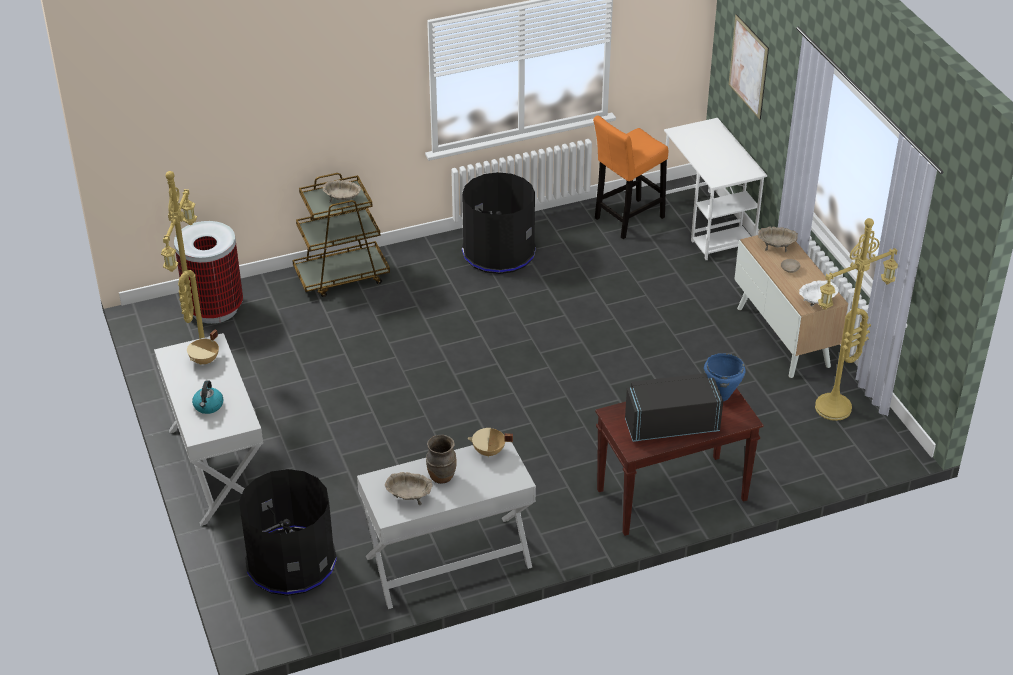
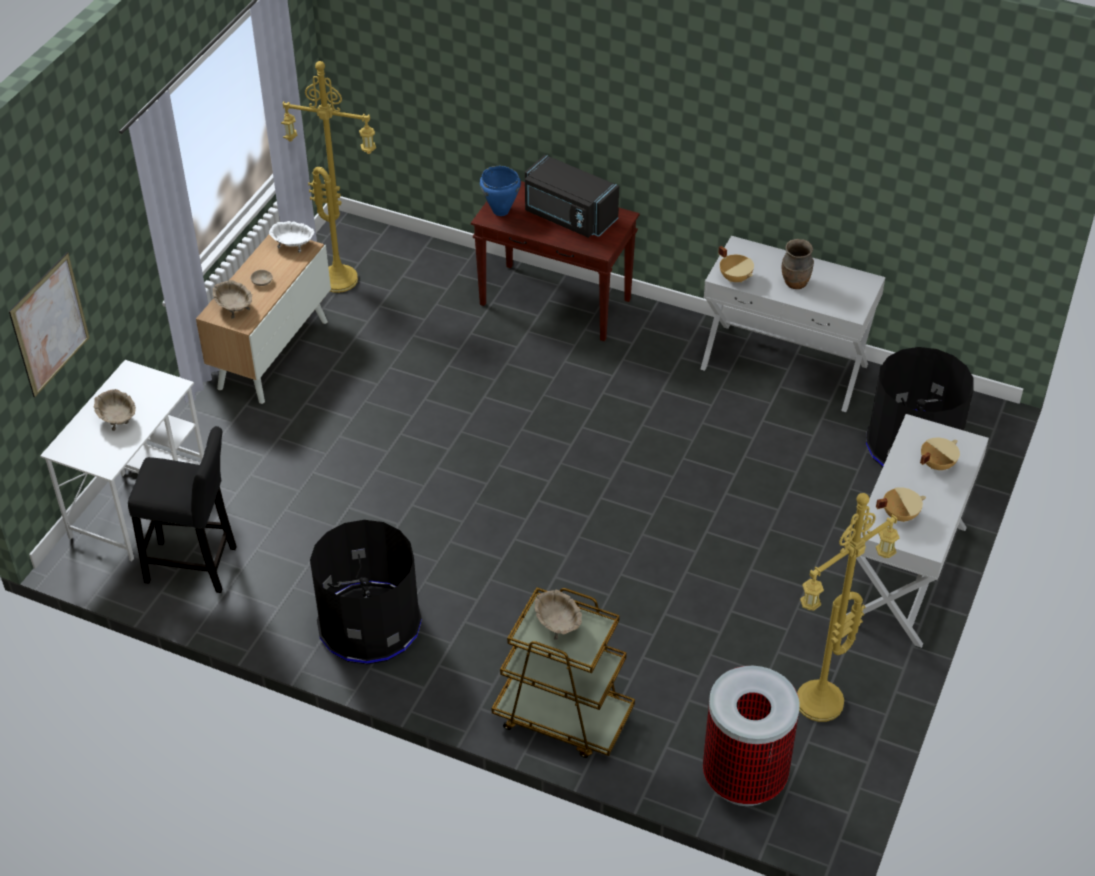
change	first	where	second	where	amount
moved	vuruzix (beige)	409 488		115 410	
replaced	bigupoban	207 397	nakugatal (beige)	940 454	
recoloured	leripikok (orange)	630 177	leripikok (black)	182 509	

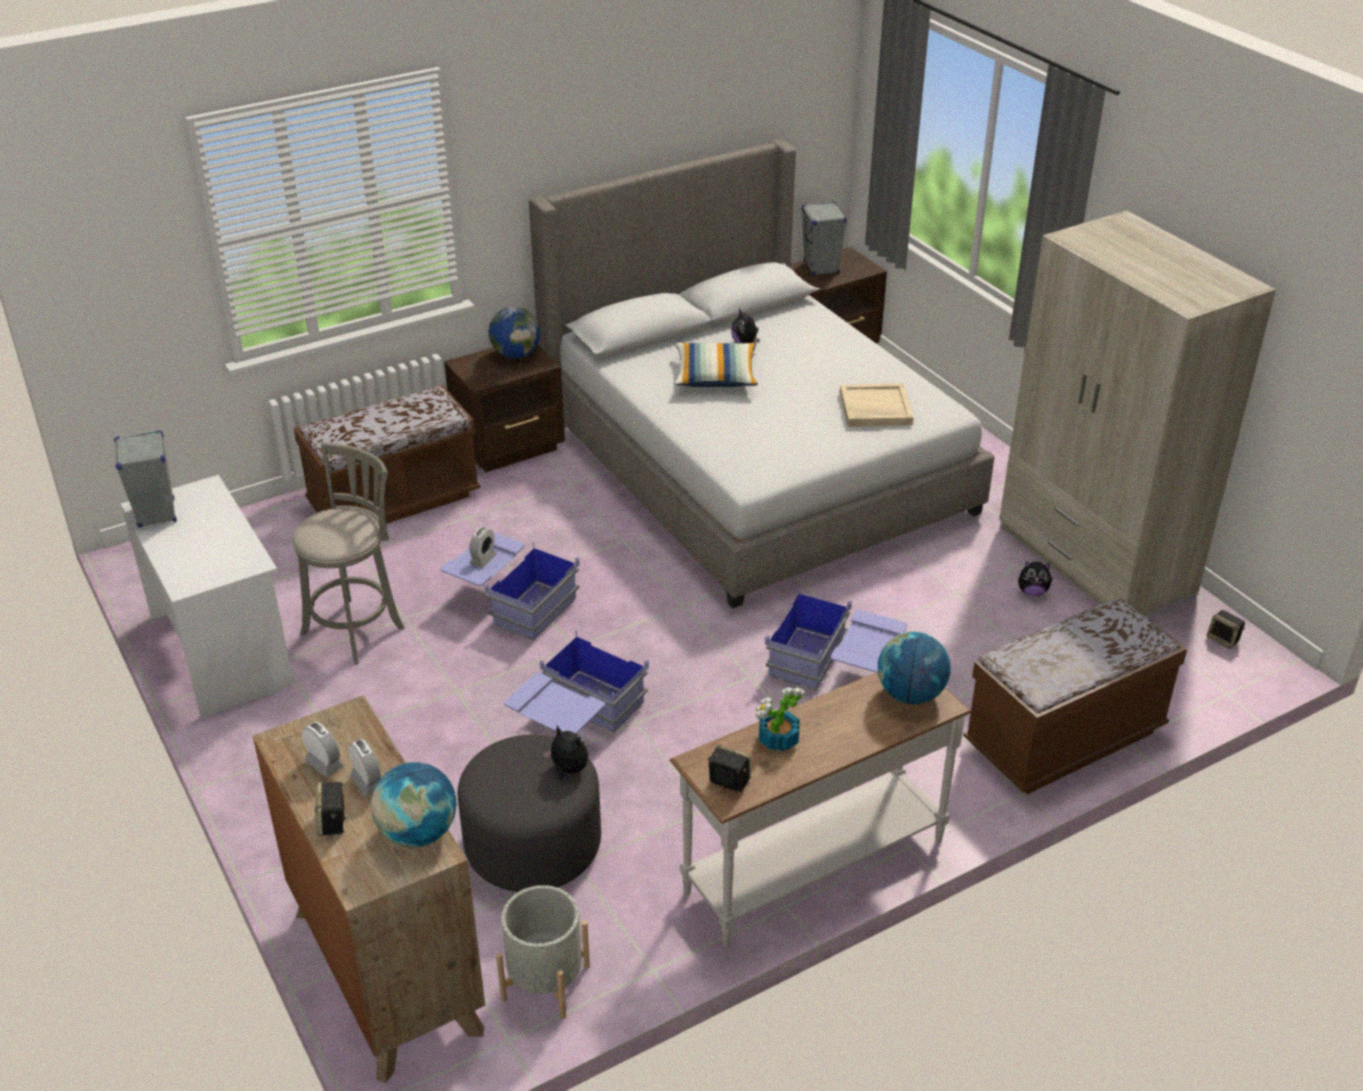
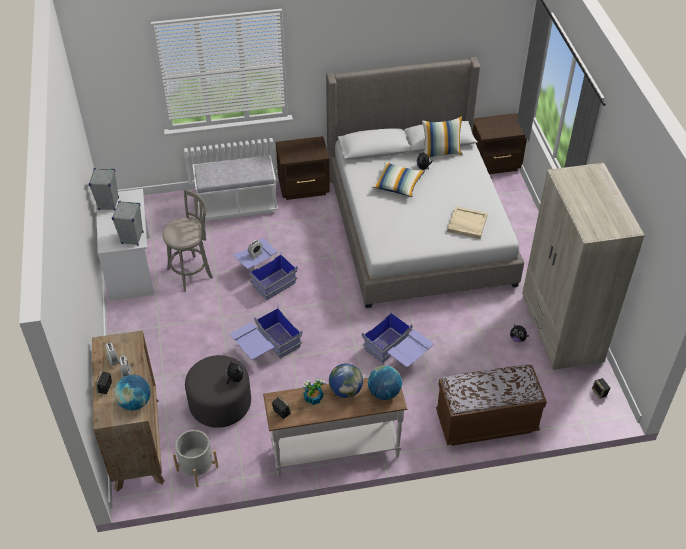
change	first	where	second	where	amount
added			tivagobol	442 136	
moved	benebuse	514 333		346 380	
moved	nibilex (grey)	824 238		128 223	
recoloured	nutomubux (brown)	387 454	nutomubux (white)	235 188	

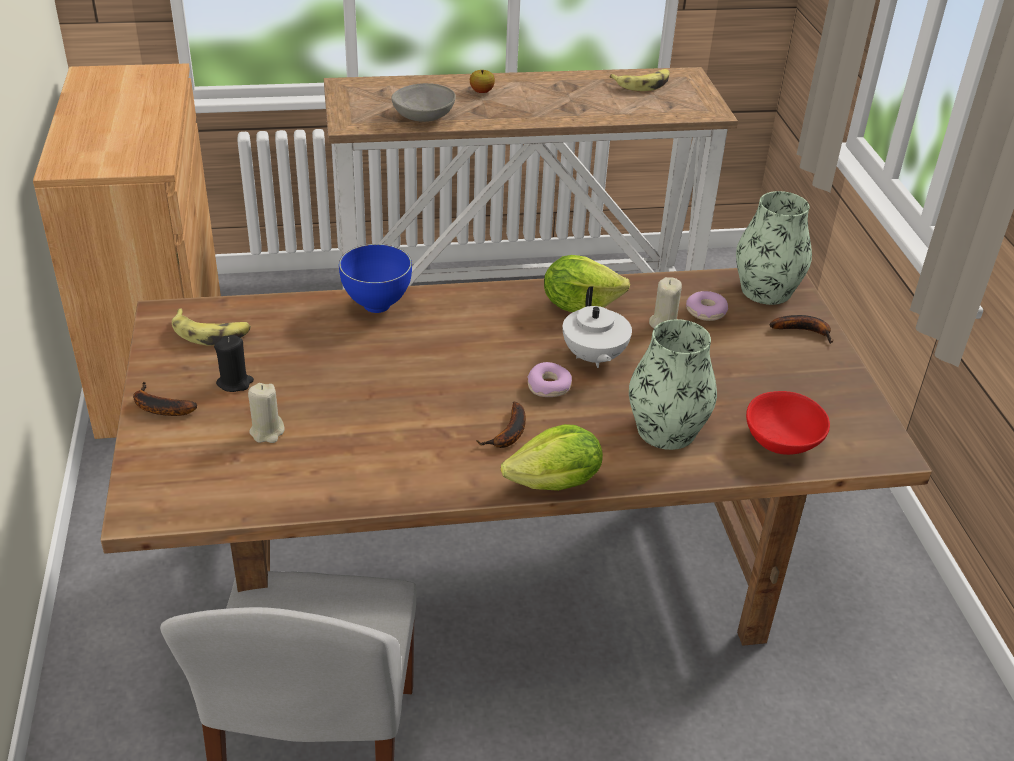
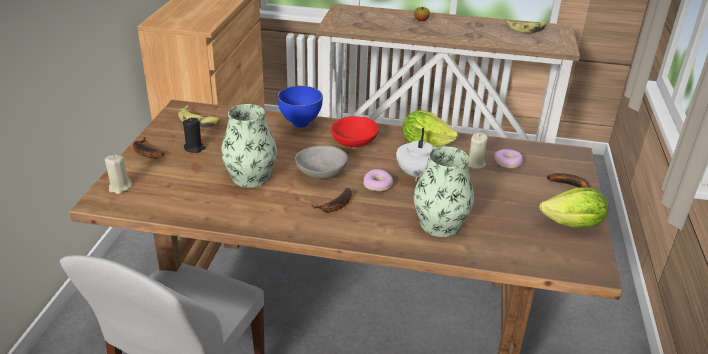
change	first	where	second	where	amount
moved	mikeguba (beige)	266 413		118 174	
moved	vuruzix (grey)	423 102		321 162	
moved	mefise	552 457		574 207	
moved	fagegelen	774 248		249 146	
moved	vuruzix (red)	788 423		355 131	

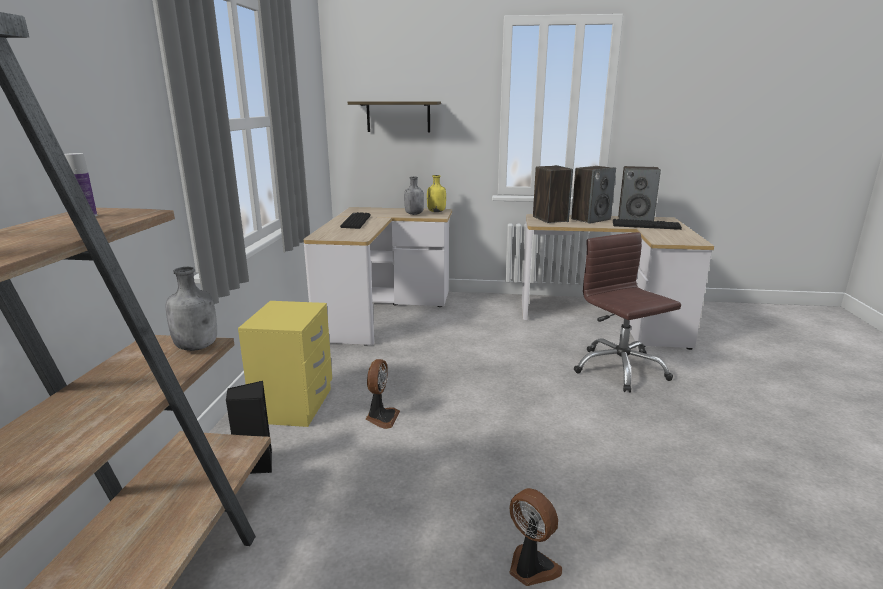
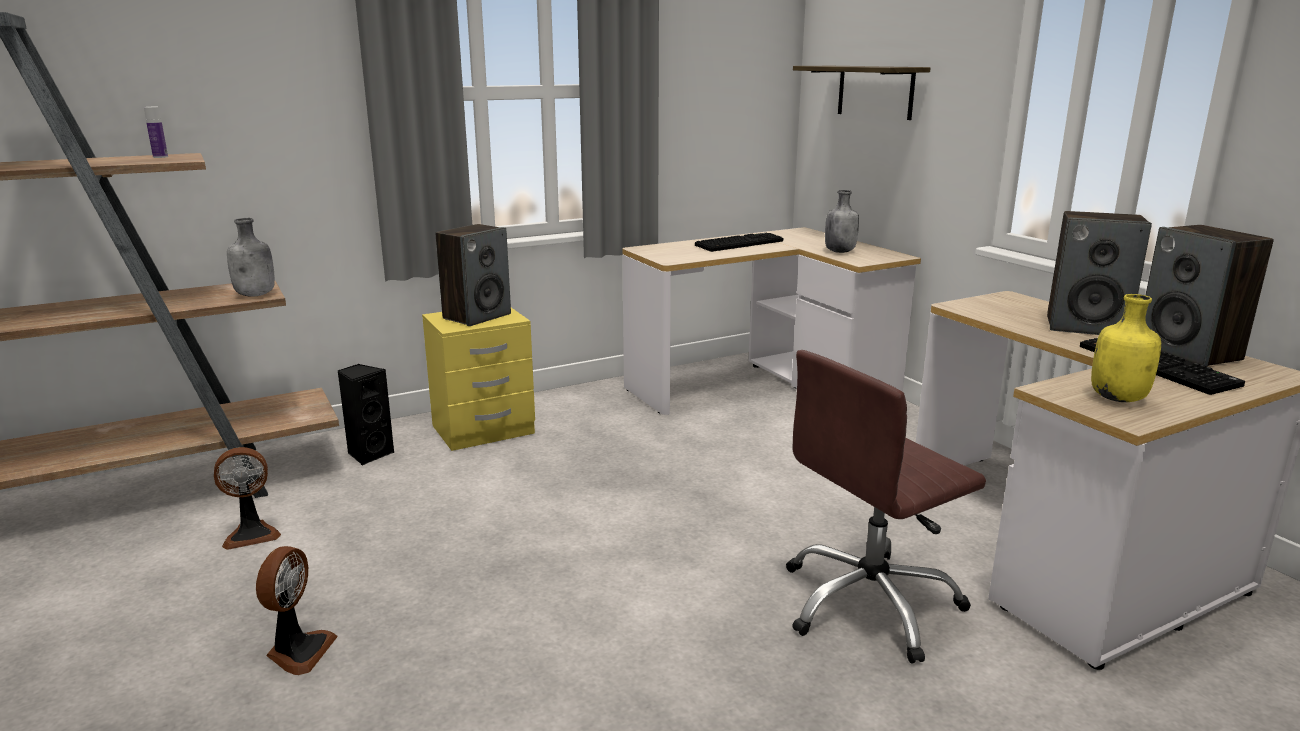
change	first	where	second	where	amount
moved	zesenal	383 394		247 498	
moved	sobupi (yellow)	436 193		1126 348	
moved	nibilex	553 194		473 275	
turned	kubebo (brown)	627 312		886 507	150 degrees counterclockwise

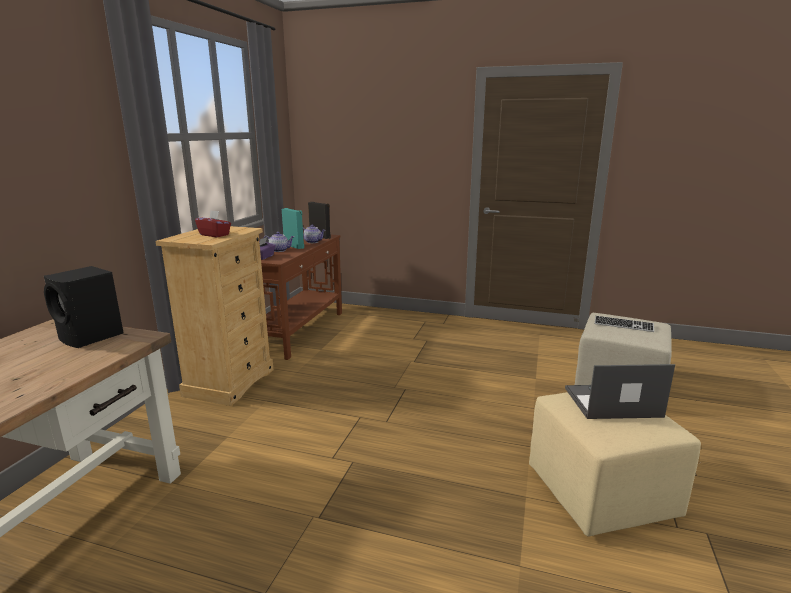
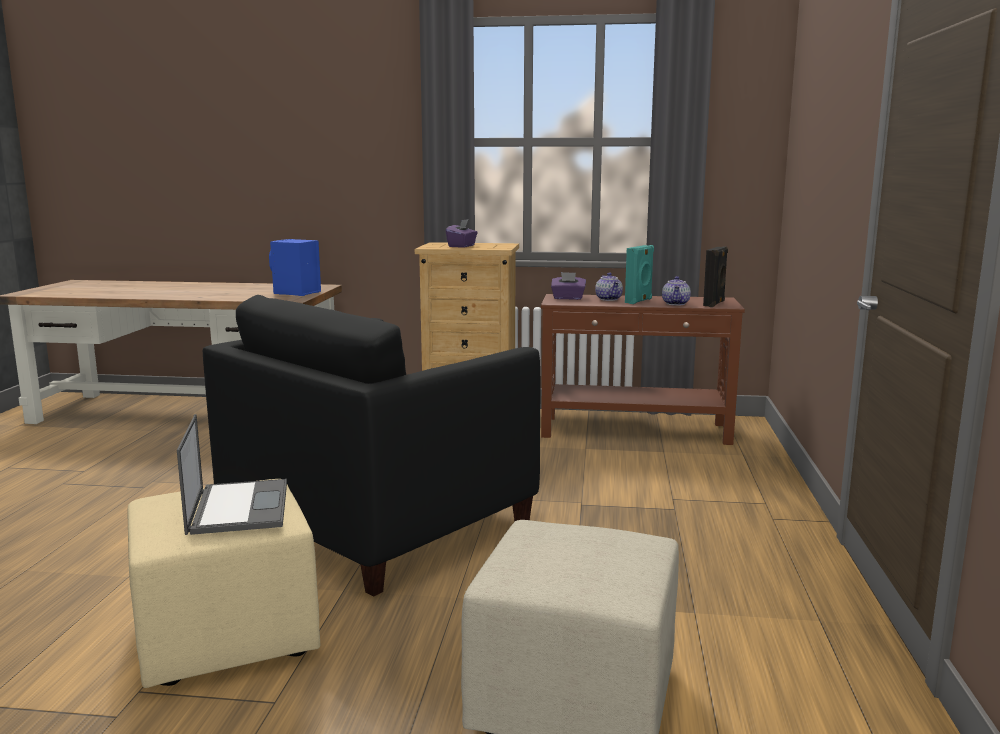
change	first	where	second	where	amount
removed	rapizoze	624 324			
added			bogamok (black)	372 446	
recoloured	nibilex (black)	84 307	nibilex (blue)	295 267	
recoloured	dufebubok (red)	213 223	dufebubok (purple)	462 233	

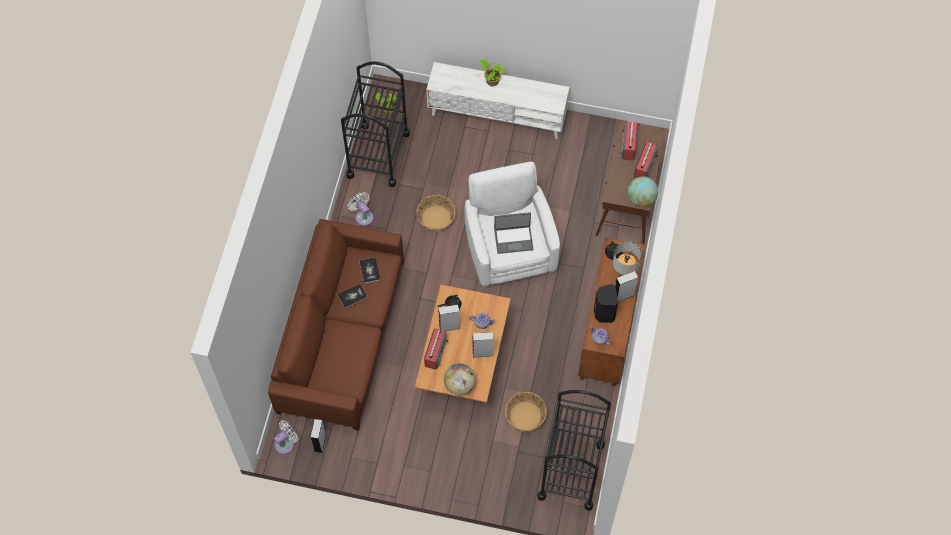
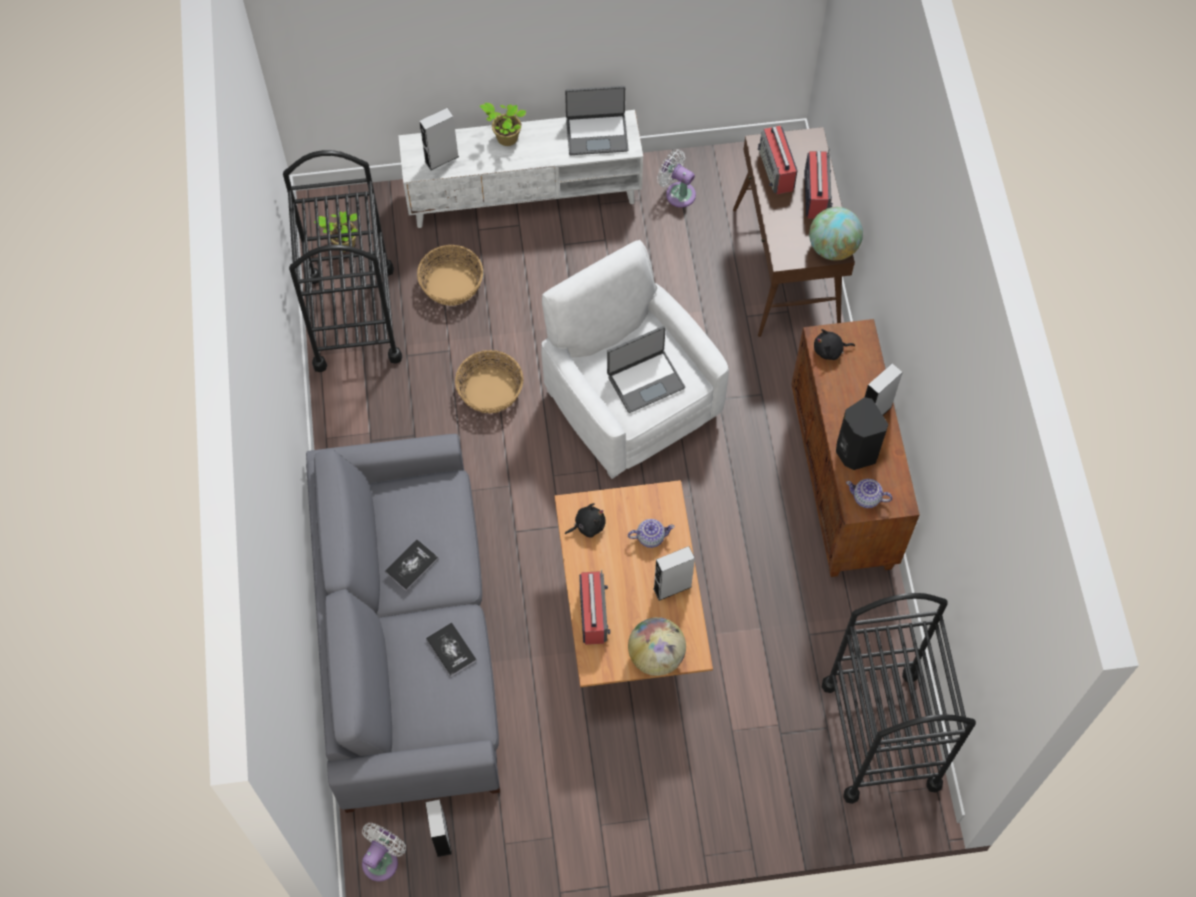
change	first	where	second	where	amount
removed	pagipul	627 261			
added			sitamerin	597 120	
moved	zesenal (white)	361 209		676 178	
moved	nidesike	370 270		451 649	
moved	nibilex (grey)	449 317		439 139	
moved	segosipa	526 412		450 275	
recoloured	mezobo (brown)	336 325	mezobo (grey)	403 623	

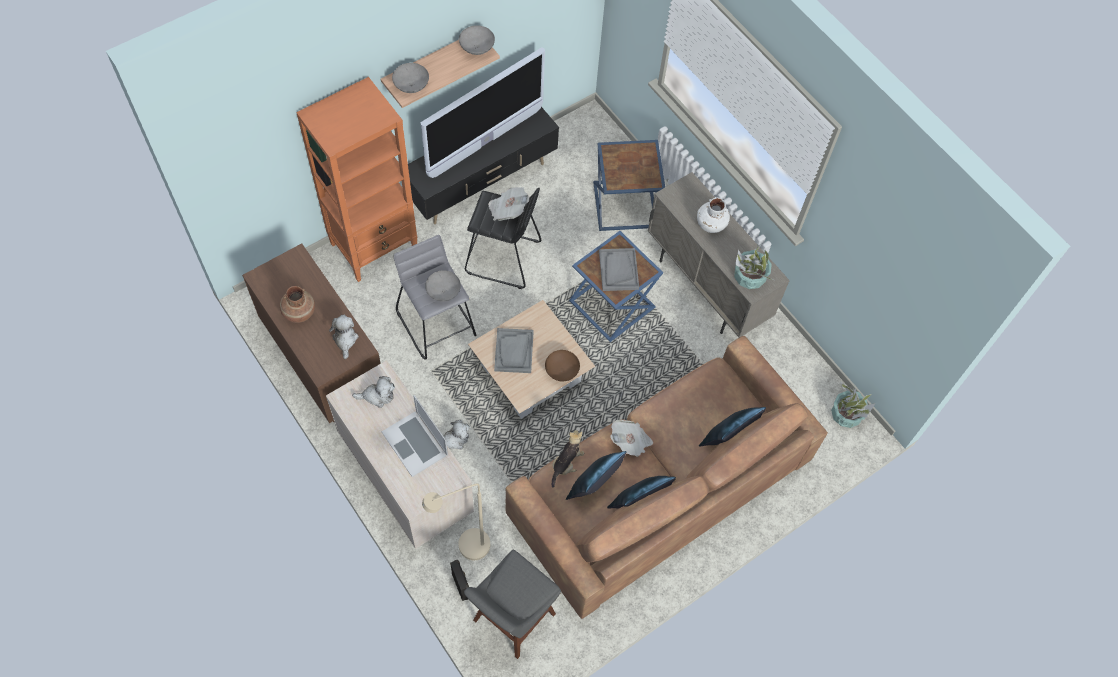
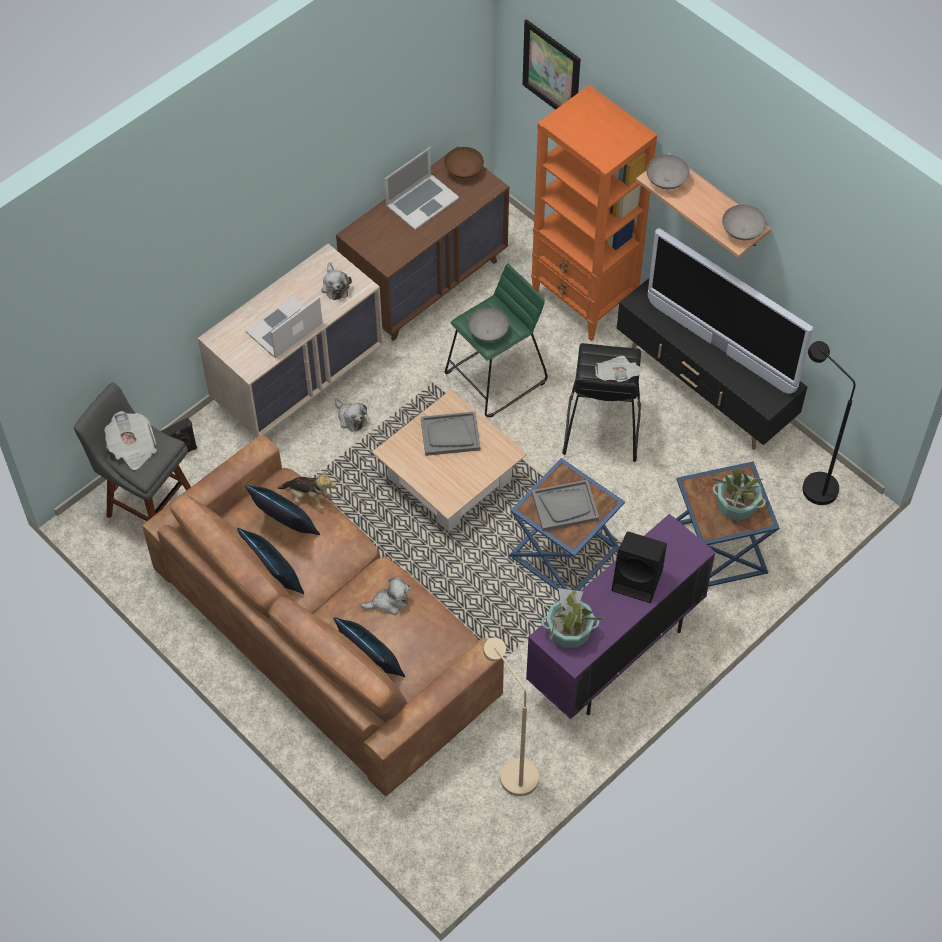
change	first	where	second	where	amount
added			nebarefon	551 64	
added			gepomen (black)	829 423	
moved	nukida	344 337		385 596	
moved	gepomen (beige)	456 521		511 717	
moved	vuruzix (brown)	562 365		464 163	
moved	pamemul	631 438		130 440	
moved	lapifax	853 405		738 494	
replaced	fagegelen (brown)	297 304	sitamerin	421 188	
replaced	fagegelen (white)	713 215	nibilex (black)	639 567	
recoloured	leripikok (grey)	435 297	leripikok (green)	496 340	
recoloured	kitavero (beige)	719 254	kitavero (purple)	621 616	

